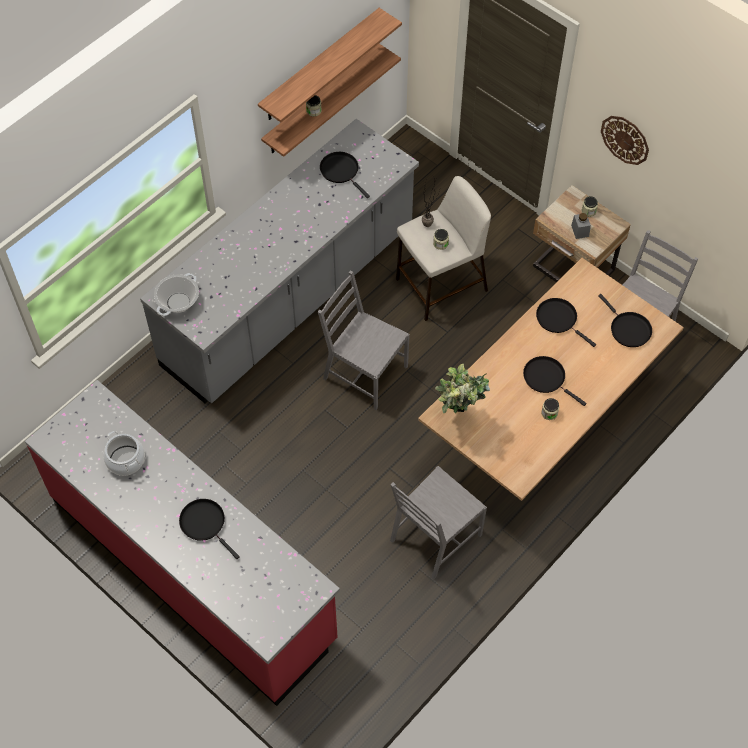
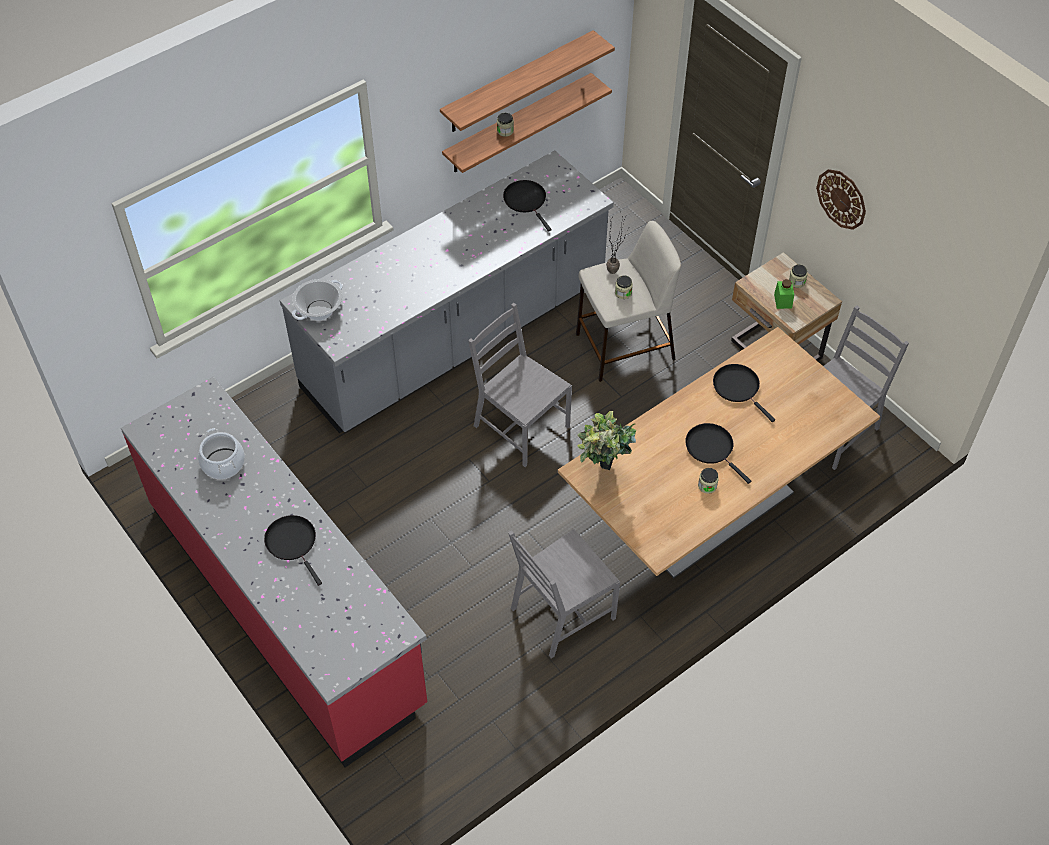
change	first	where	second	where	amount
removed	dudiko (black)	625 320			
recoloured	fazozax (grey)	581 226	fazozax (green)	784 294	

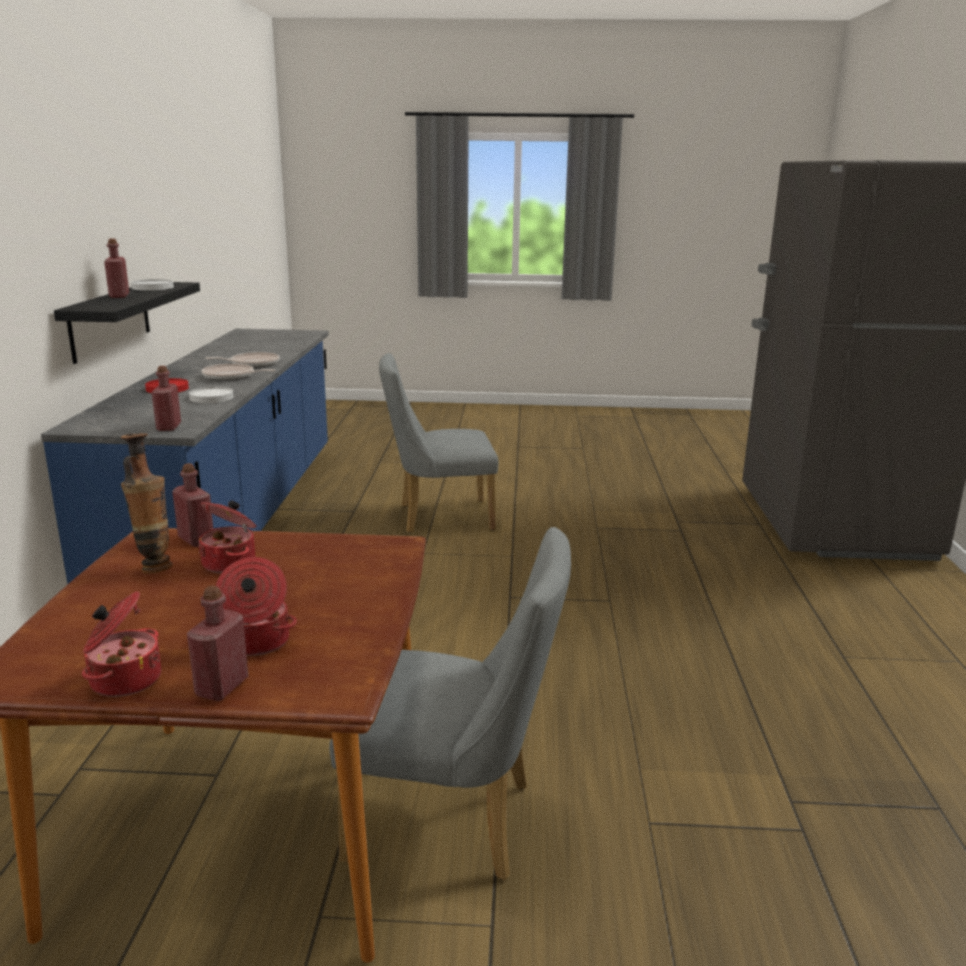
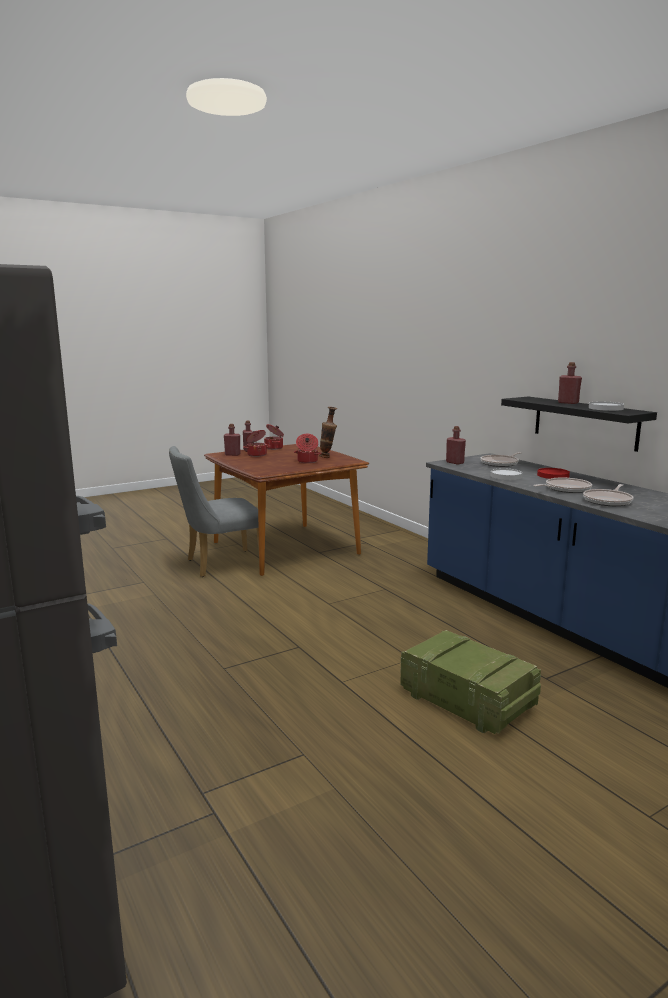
change	first	where	second	where	amount
added			dudiko	501 459	
moved	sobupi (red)	192 505		232 440	
replaced	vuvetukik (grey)	438 443	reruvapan	470 682	

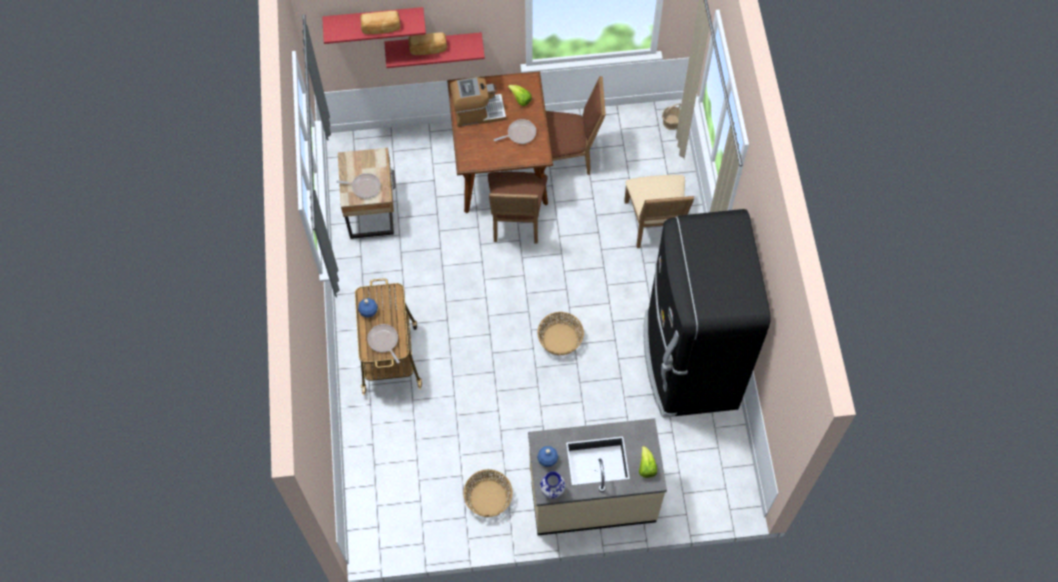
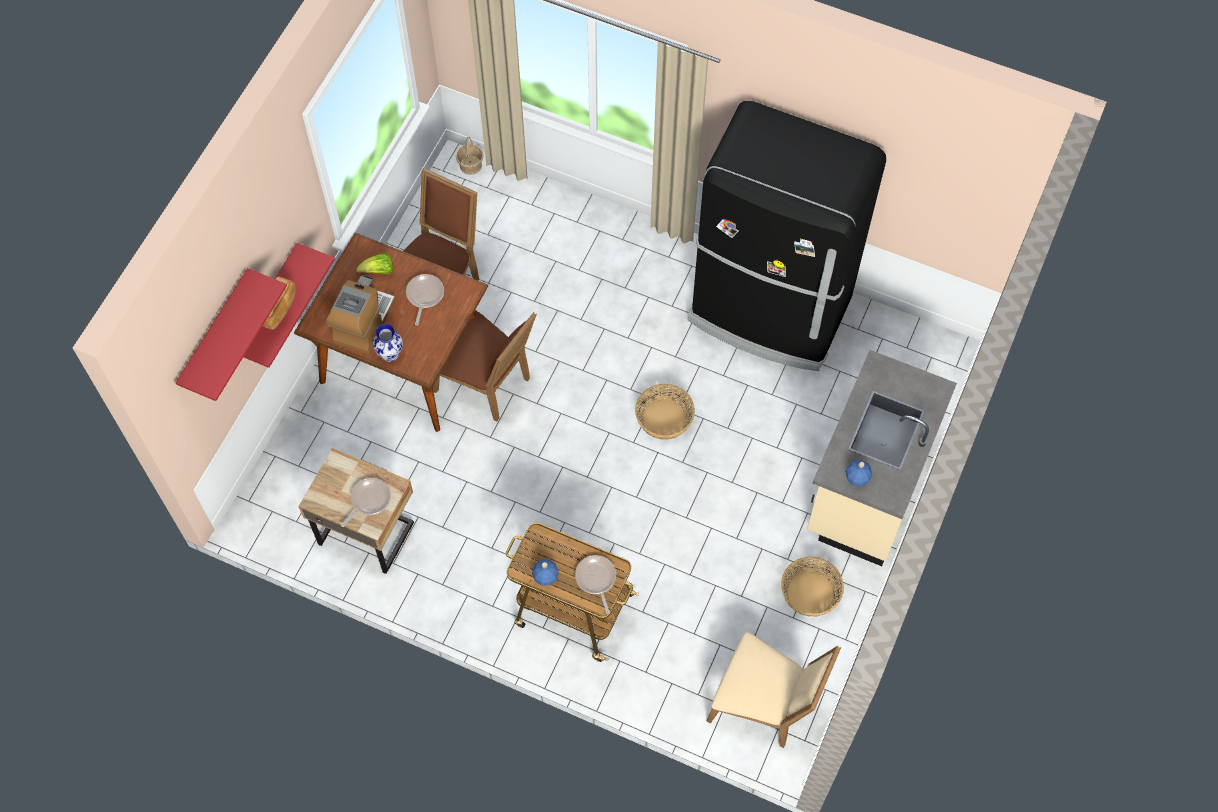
change	first	where	second	where	amount
removed	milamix	380 22			
removed	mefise	648 462			
moved	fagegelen	552 485		388 343	
moved	vuvetukik (beige)	659 211		773 690	
turned	dudiko	383 343		595 584	75 degrees clockwise

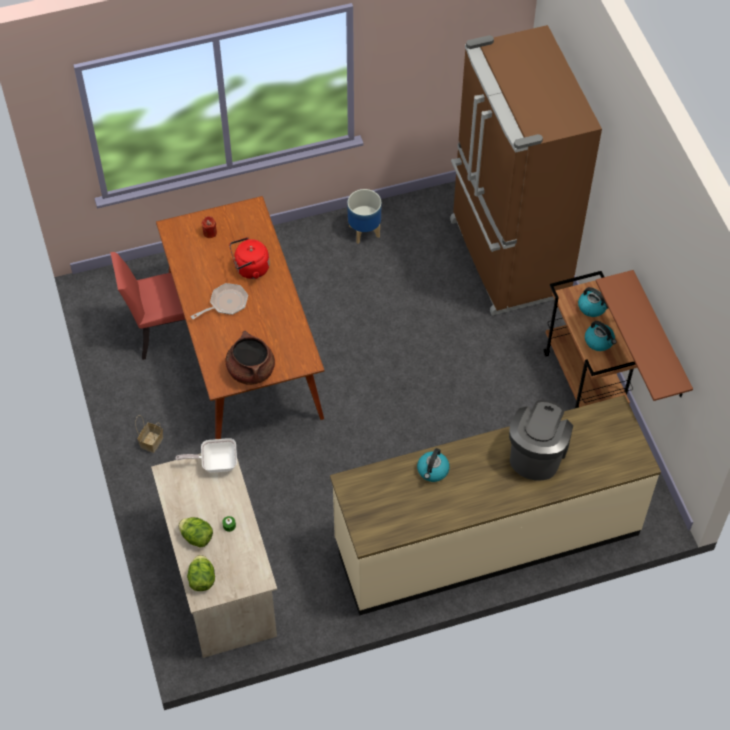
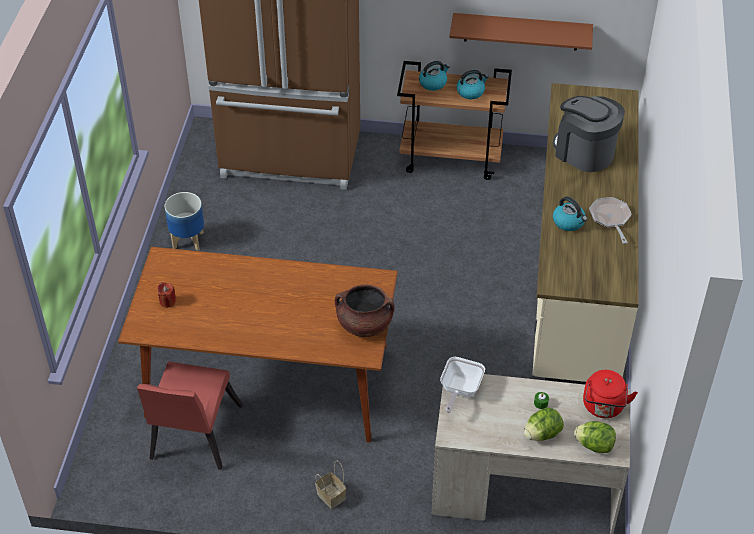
change	first	where	second	where	amount
moved	dudiko	219 301		610 220	
moved	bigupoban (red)	249 258		610 394	

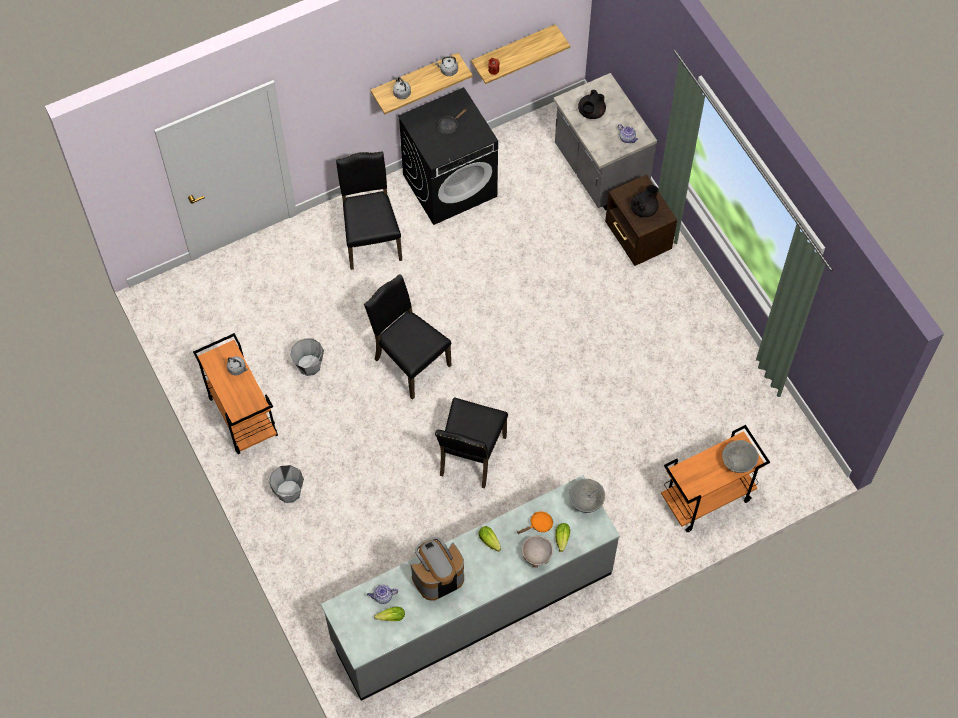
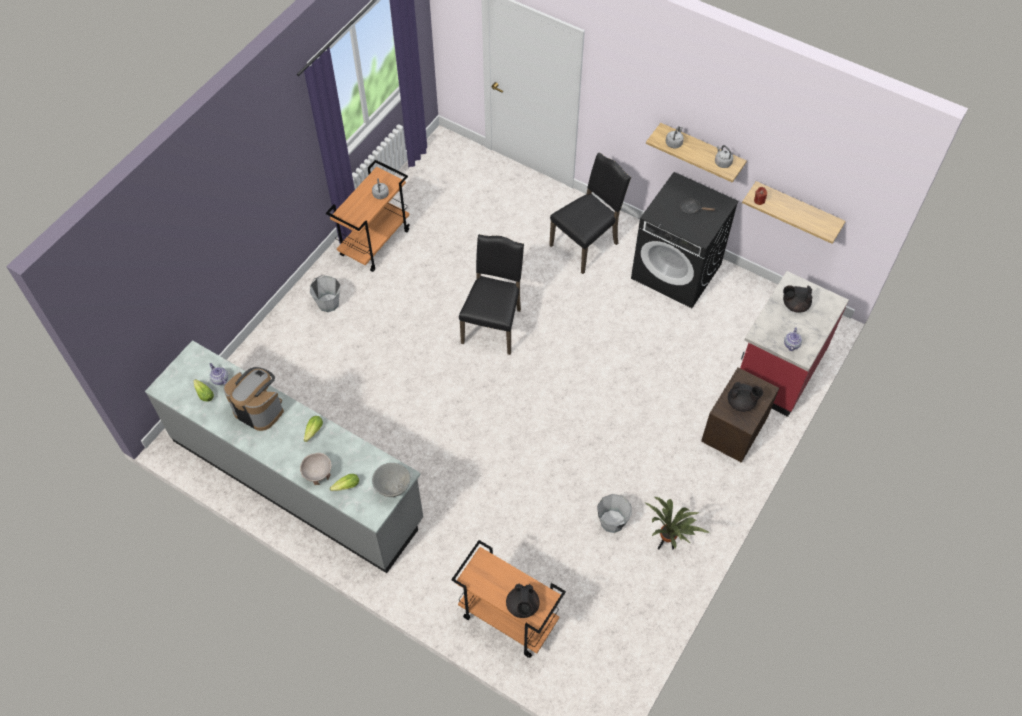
change	first	where	second	where	amount
removed	vuvetukik (black)	471 442			
removed	dudiko (orange)	535 522			
added			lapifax	678 523	
moved	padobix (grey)	307 357		614 513	
replaced	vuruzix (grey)	740 456	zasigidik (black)	522 601	
recoloured	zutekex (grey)	605 141	zutekex (red)	794 344	

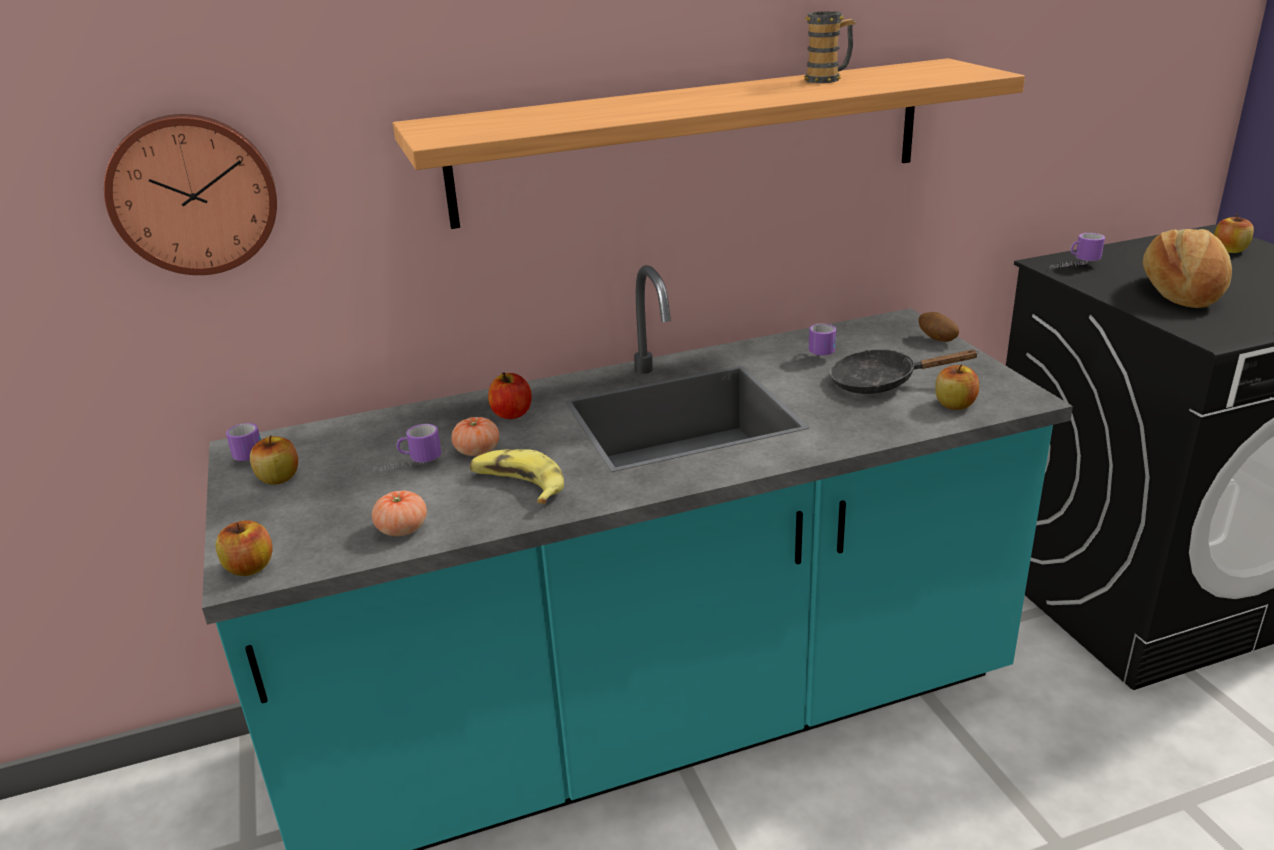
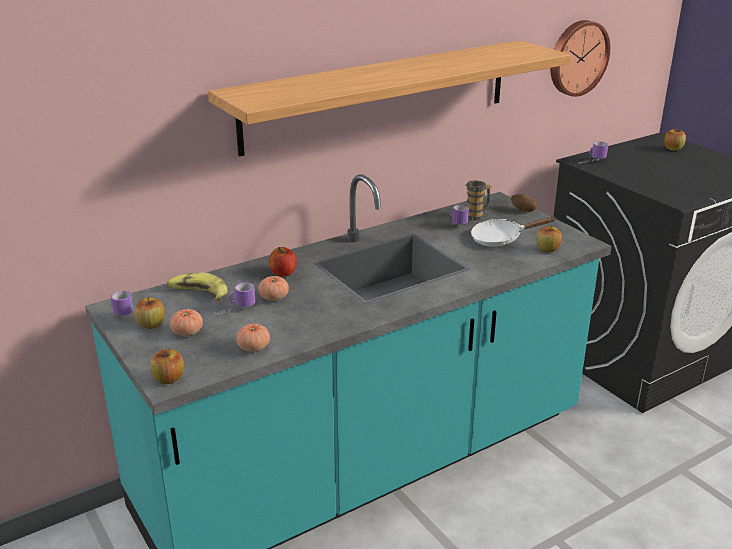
change	first	where	second	where	amount
removed	milamix	1187 268			
added			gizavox	186 322	
moved	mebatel	190 194		580 58	
moved	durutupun	517 476		197 286	
moved	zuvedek	830 47		479 200	
recoloured	dudiko (black)	904 371	dudiko (white)	513 231	

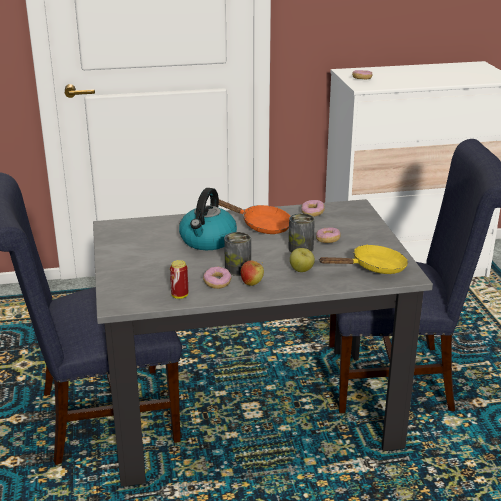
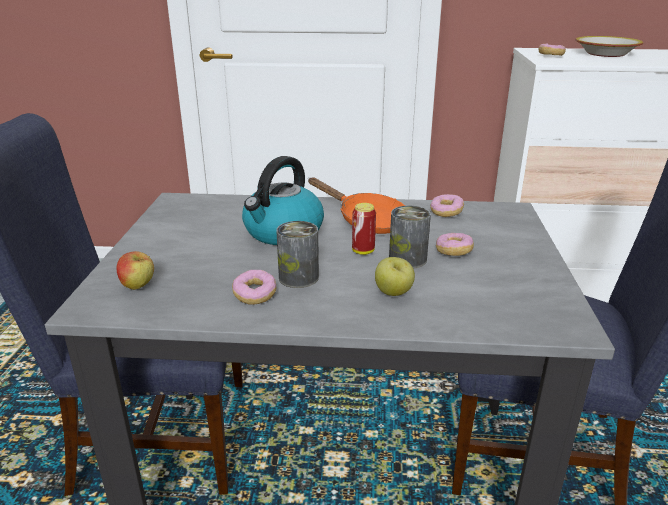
change	first	where	second	where	amount
removed	dudiko (yellow)	364 259			
added			vuruzix	609 46	
moved	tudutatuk	179 279		364 229	
moved	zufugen	252 273		135 270	

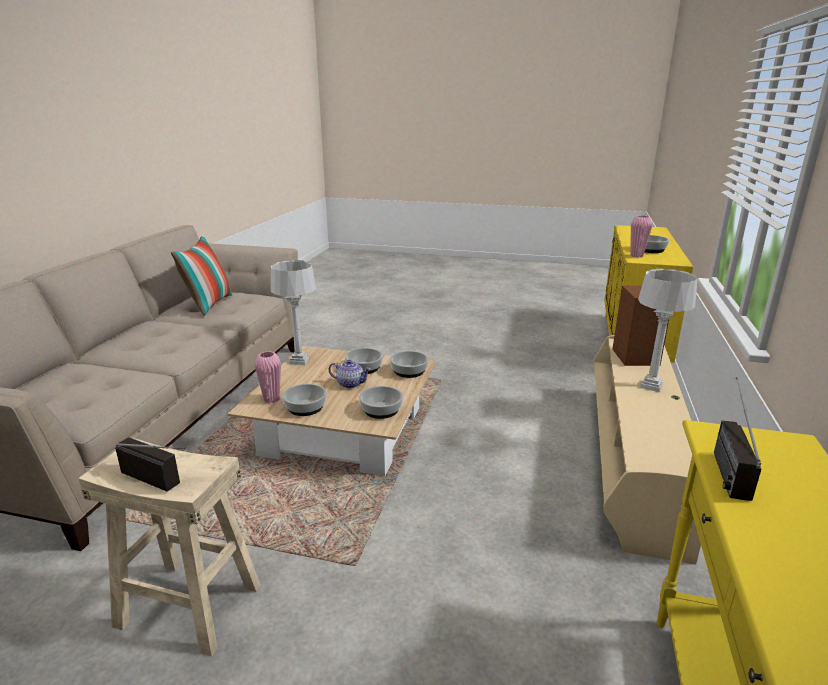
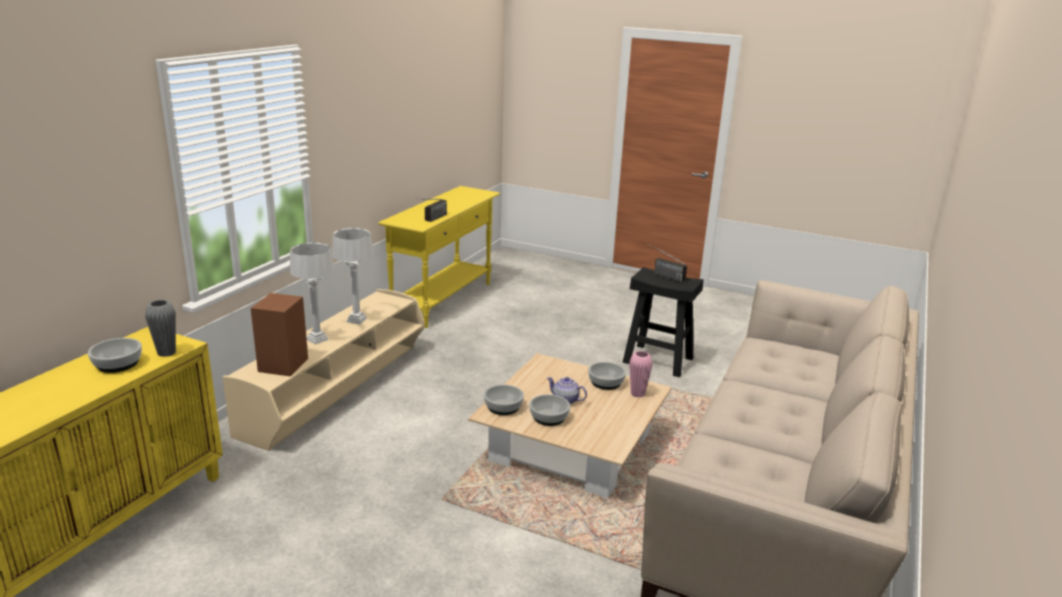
change	first	where	second	where	amount
removed	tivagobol	201 275			
removed	vuruzix	381 402			
moved	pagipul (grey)	293 312		353 276	
recoloured	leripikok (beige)	169 547	leripikok (black)	663 322	
recoloured	fagegelen (pink)	641 236	fagegelen (grey)	160 328	

